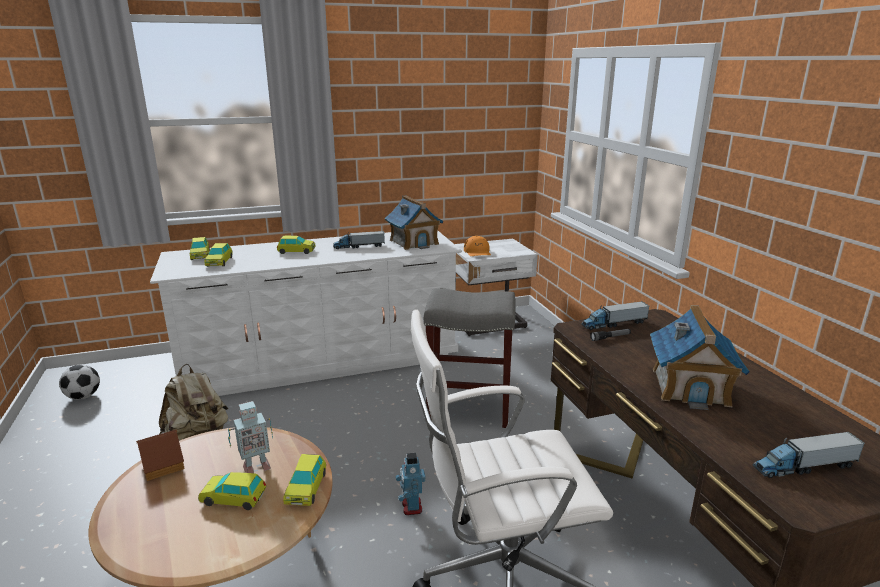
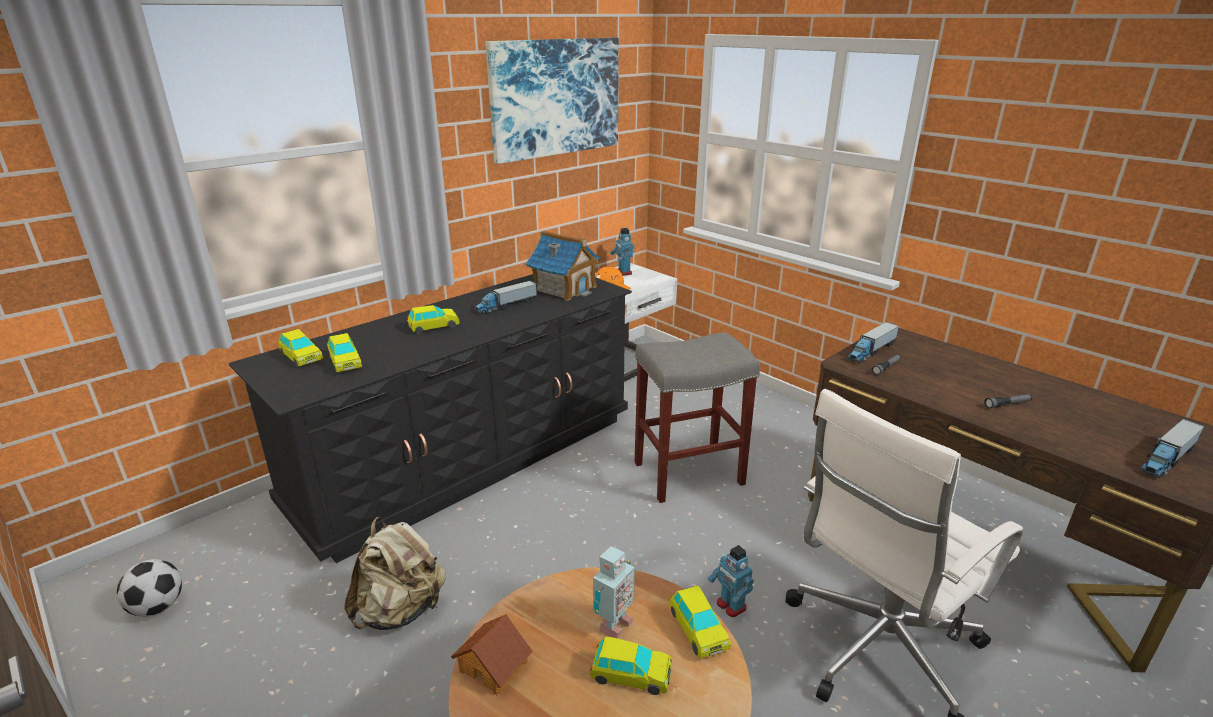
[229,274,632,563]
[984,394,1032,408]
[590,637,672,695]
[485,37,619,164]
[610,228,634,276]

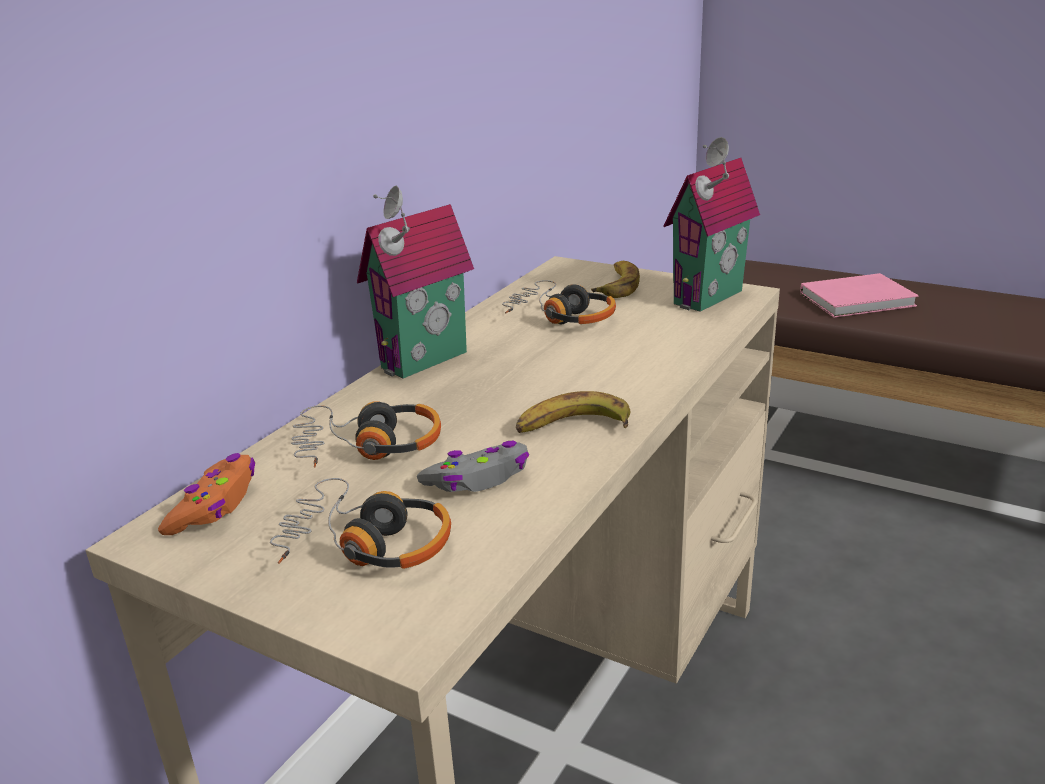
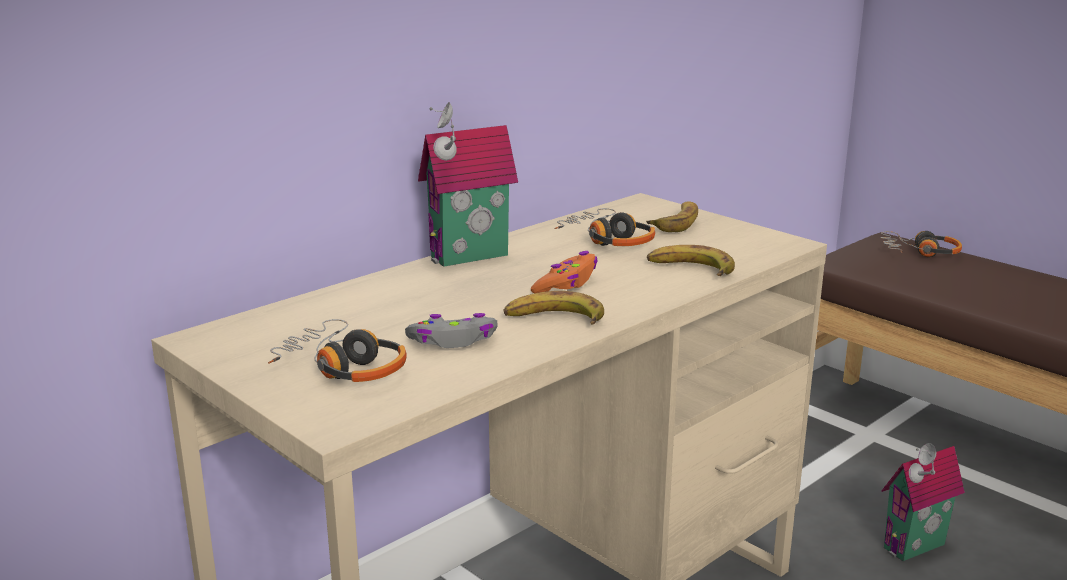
[882,443,965,561]
[800,273,919,317] (first image)
[880,231,962,257]
[531,251,598,293]
[647,245,735,276]

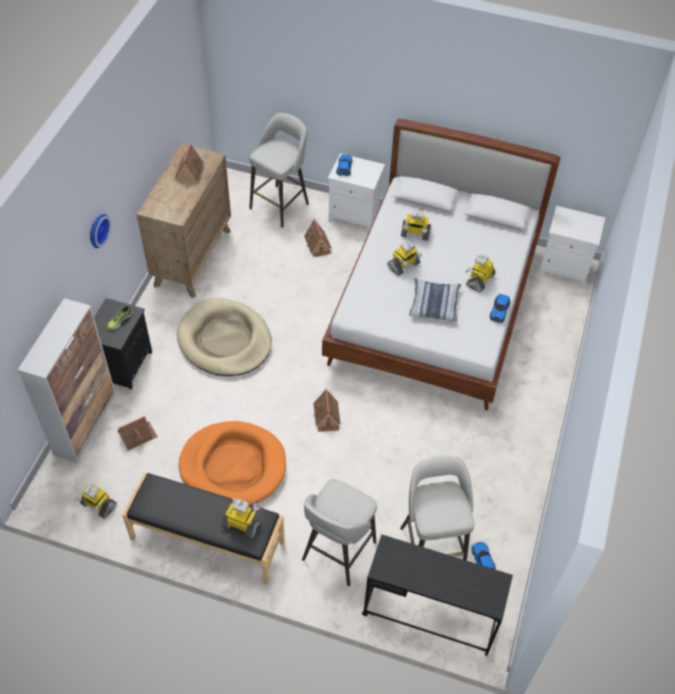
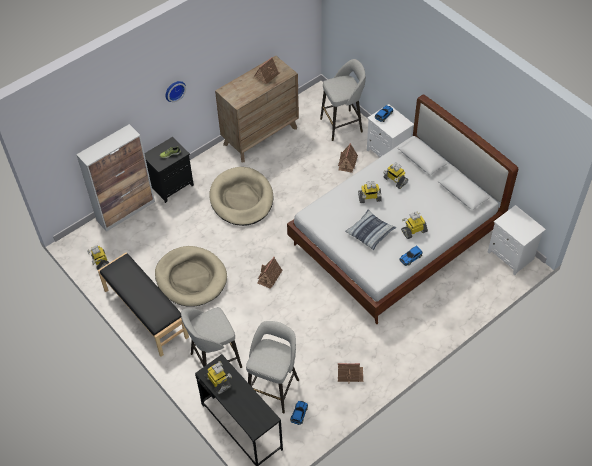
[338,363,363,384]
[155,246,227,307]
[204,361,232,394]

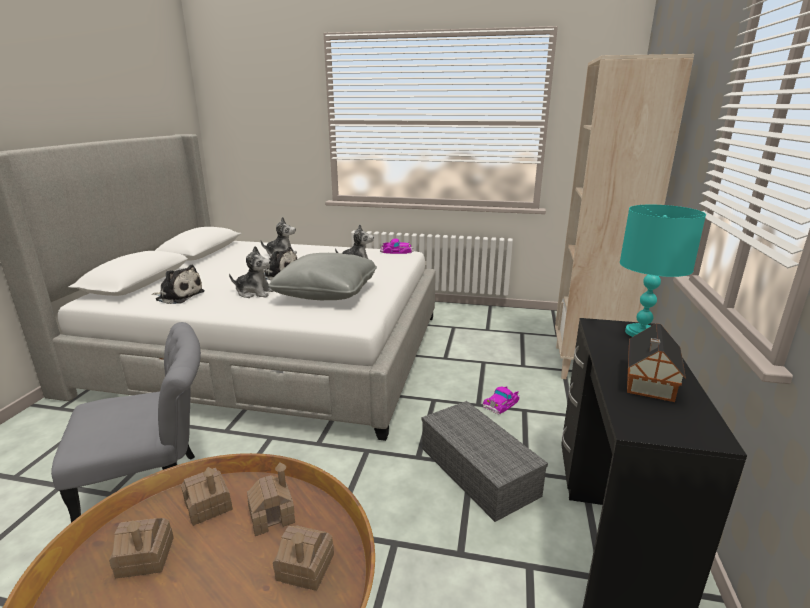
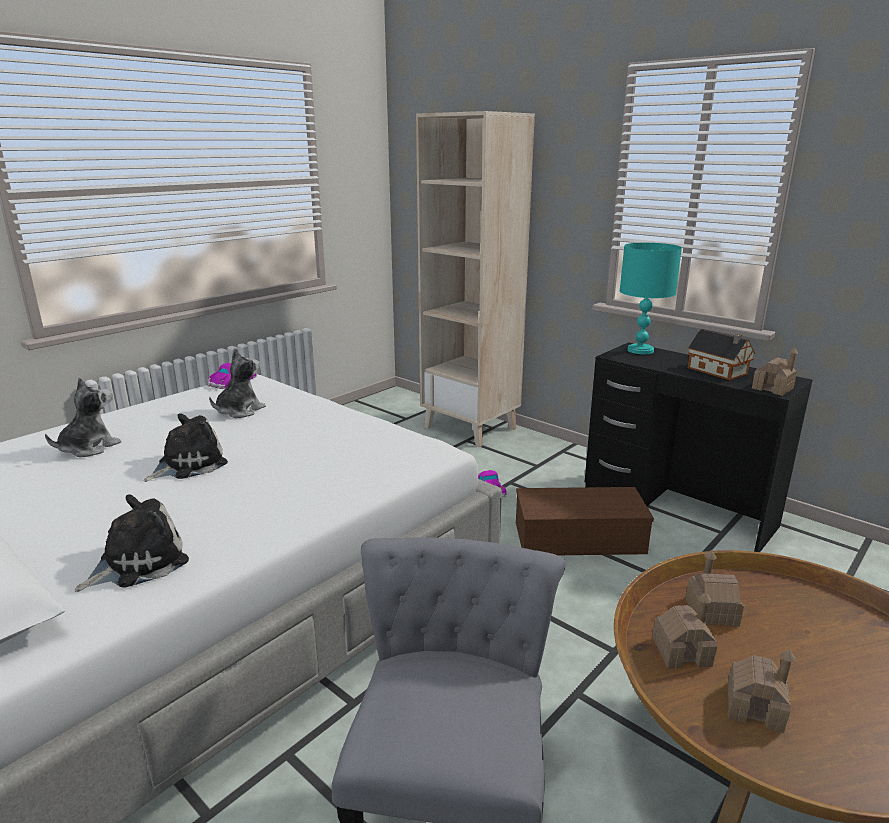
[229,246,273,298] (first image)
[268,253,377,300] (first image)
[516,487,654,555]
[752,347,798,396]

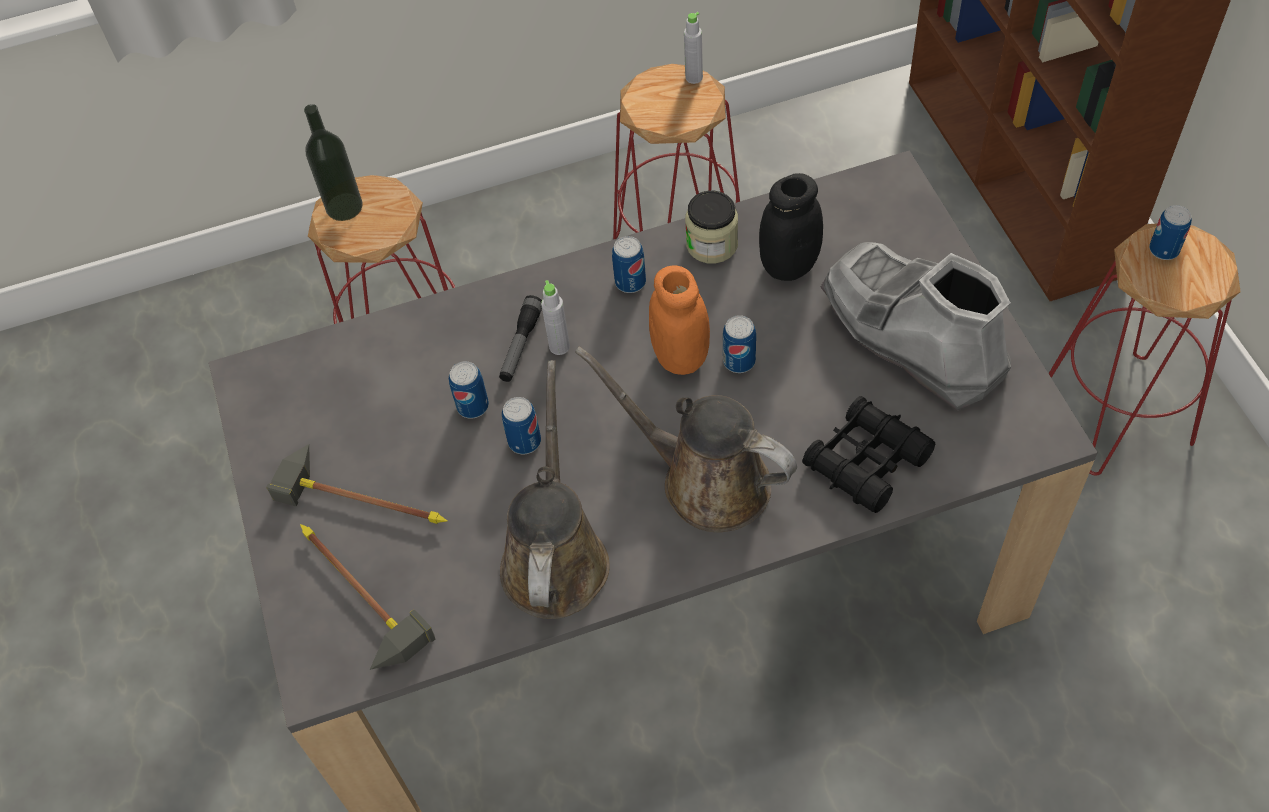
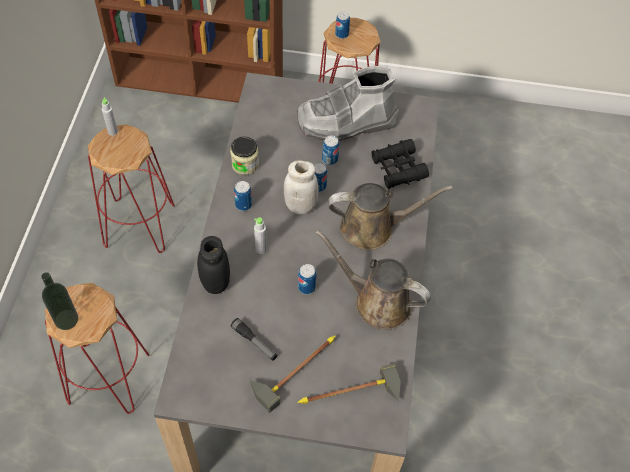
[197,236,230,294]
[284,160,318,214]
[231,318,277,361]
[328,183,453,250]
[322,135,339,165]

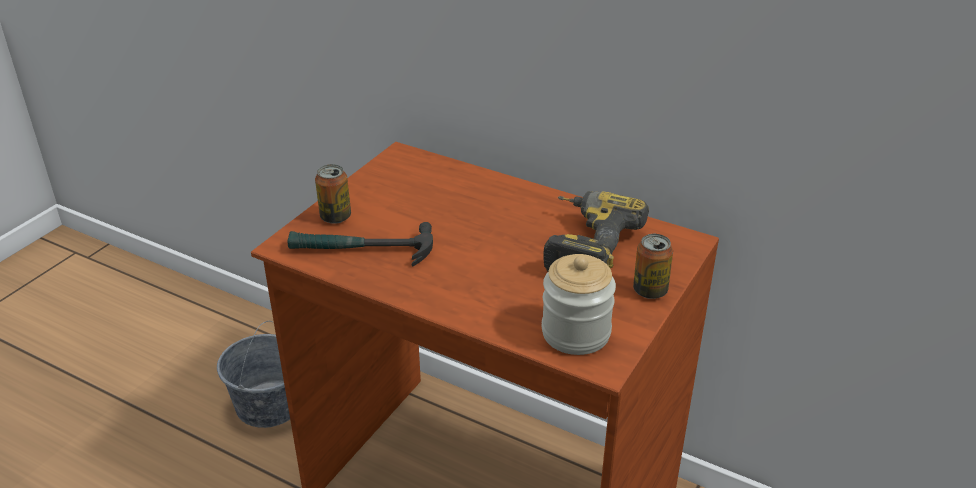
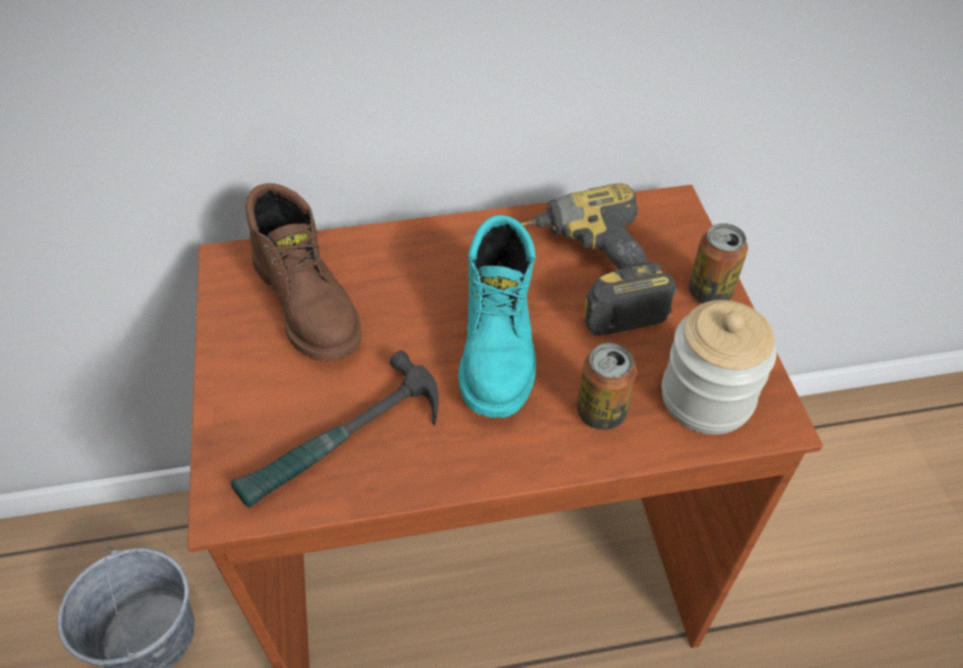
[577,343,637,430]
[245,183,361,362]
[458,215,536,418]

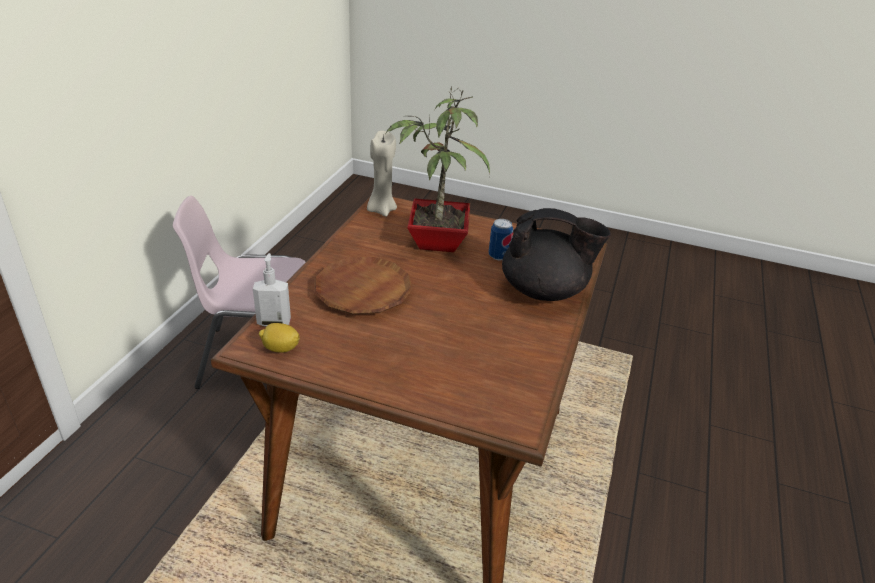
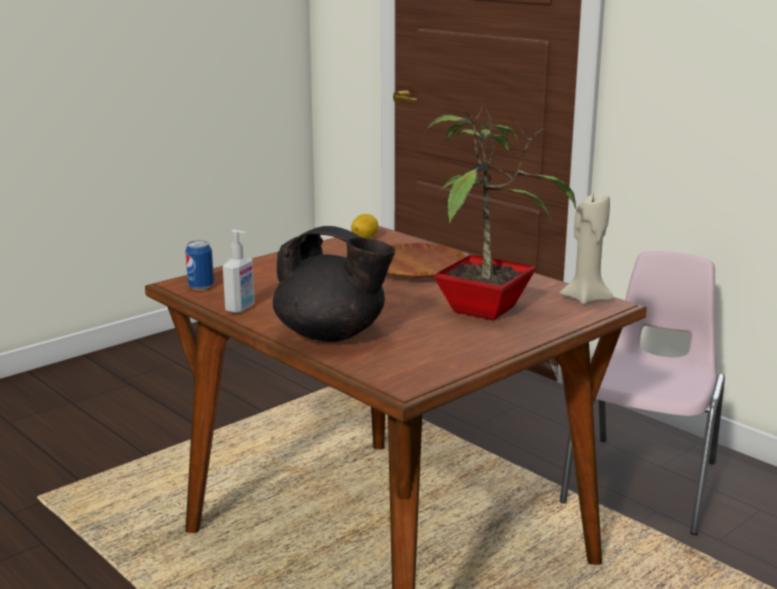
[273,226,396,342]
[185,240,214,290]
[223,230,255,313]

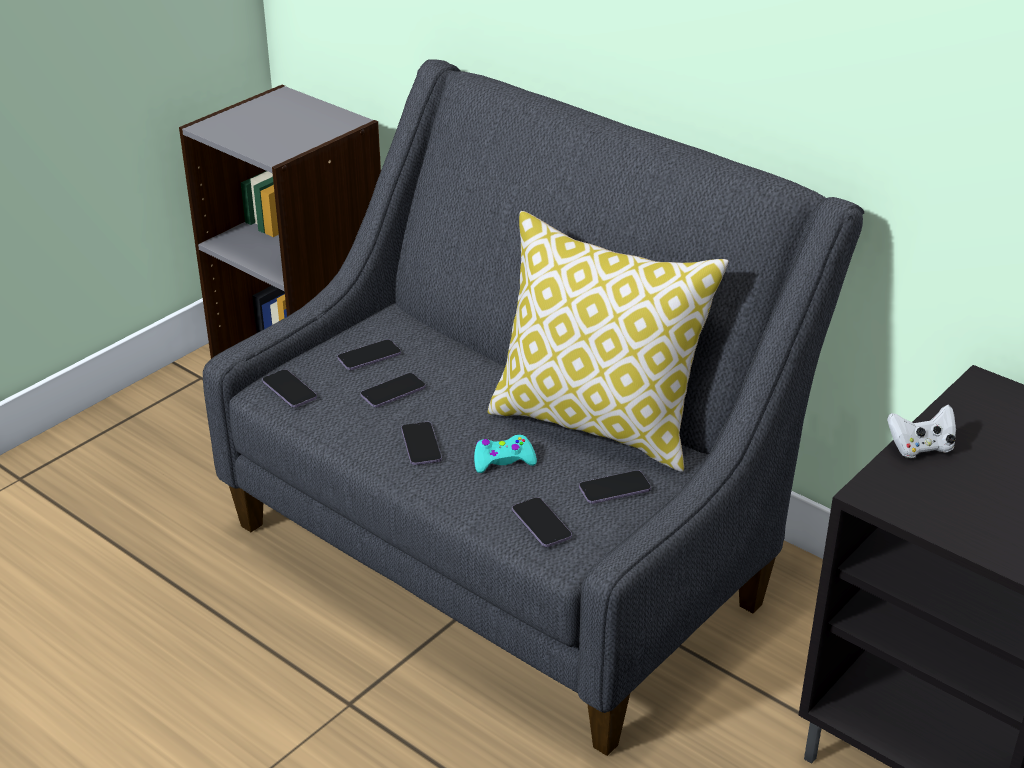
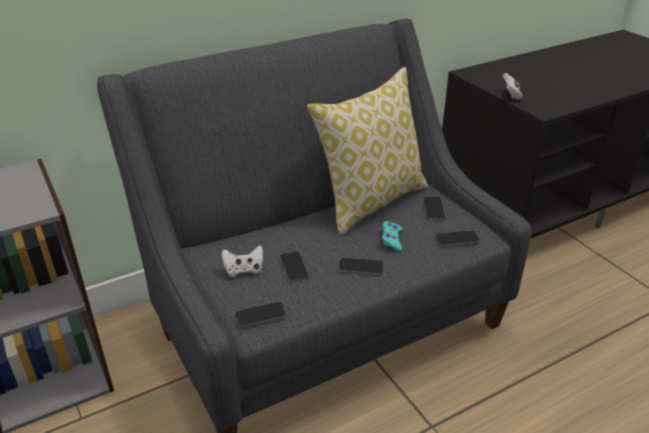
[222,245,263,277]

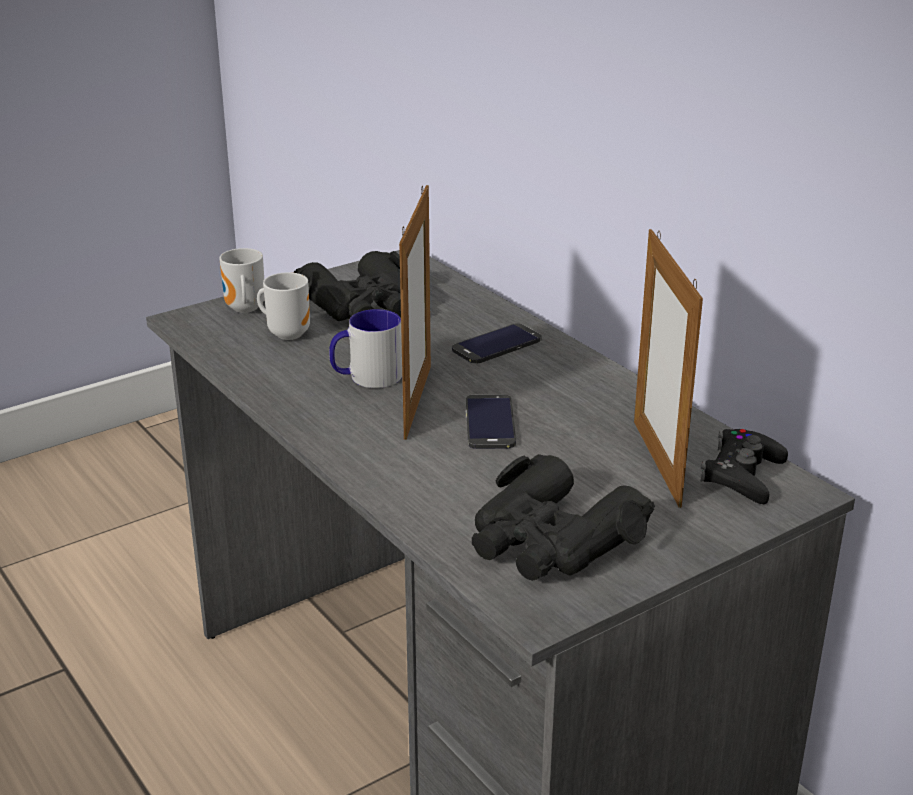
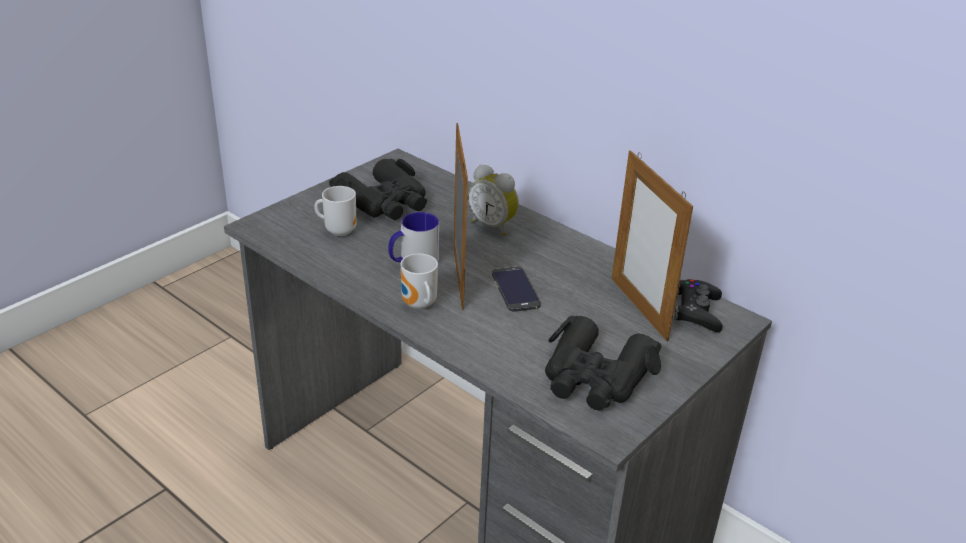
[401,253,438,309]
[468,164,519,236]

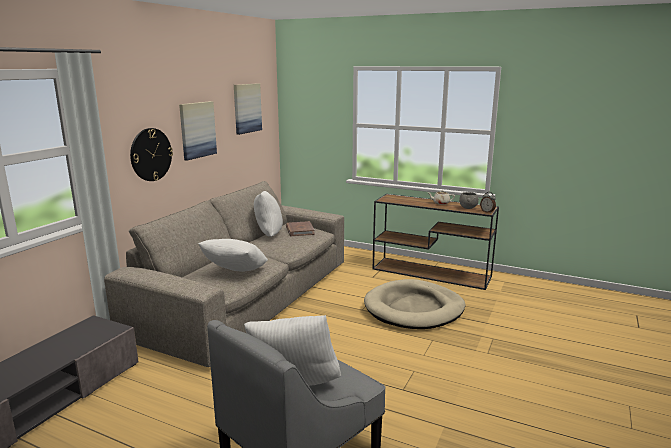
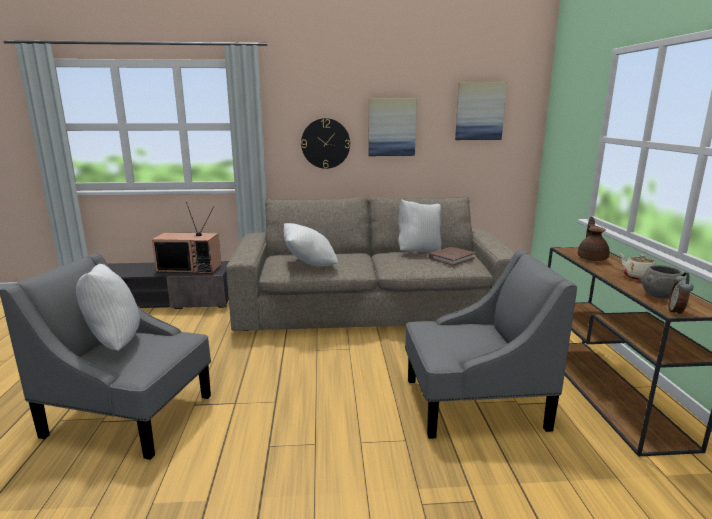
[405,250,577,439]
[152,202,221,274]
[578,217,610,261]

